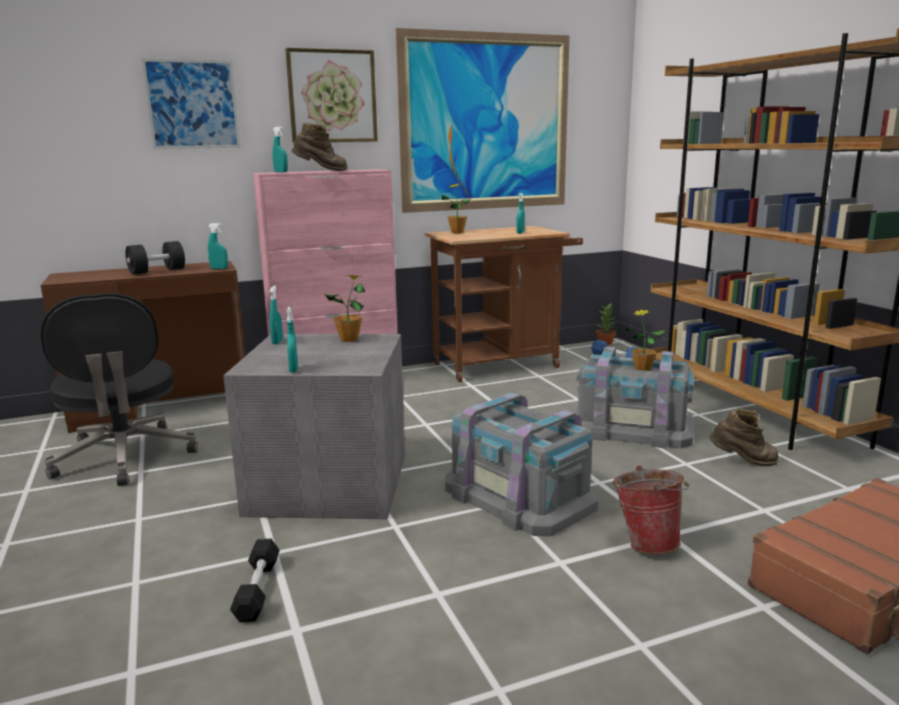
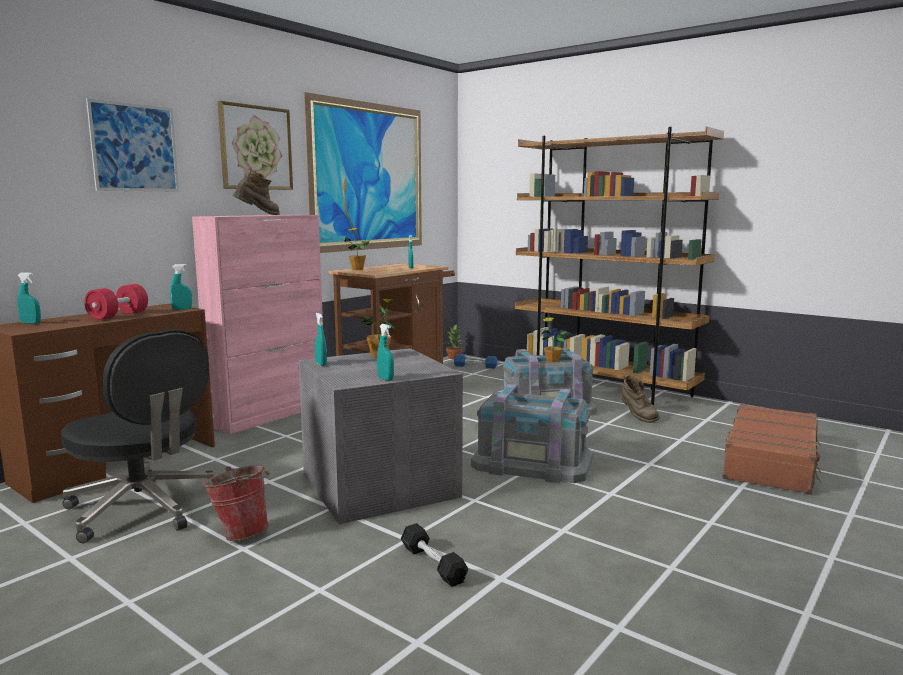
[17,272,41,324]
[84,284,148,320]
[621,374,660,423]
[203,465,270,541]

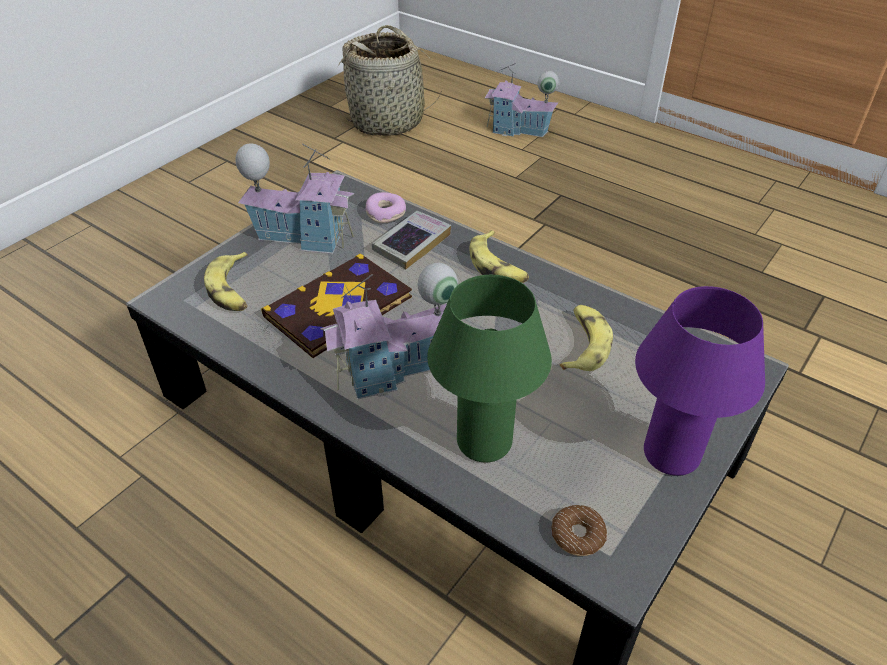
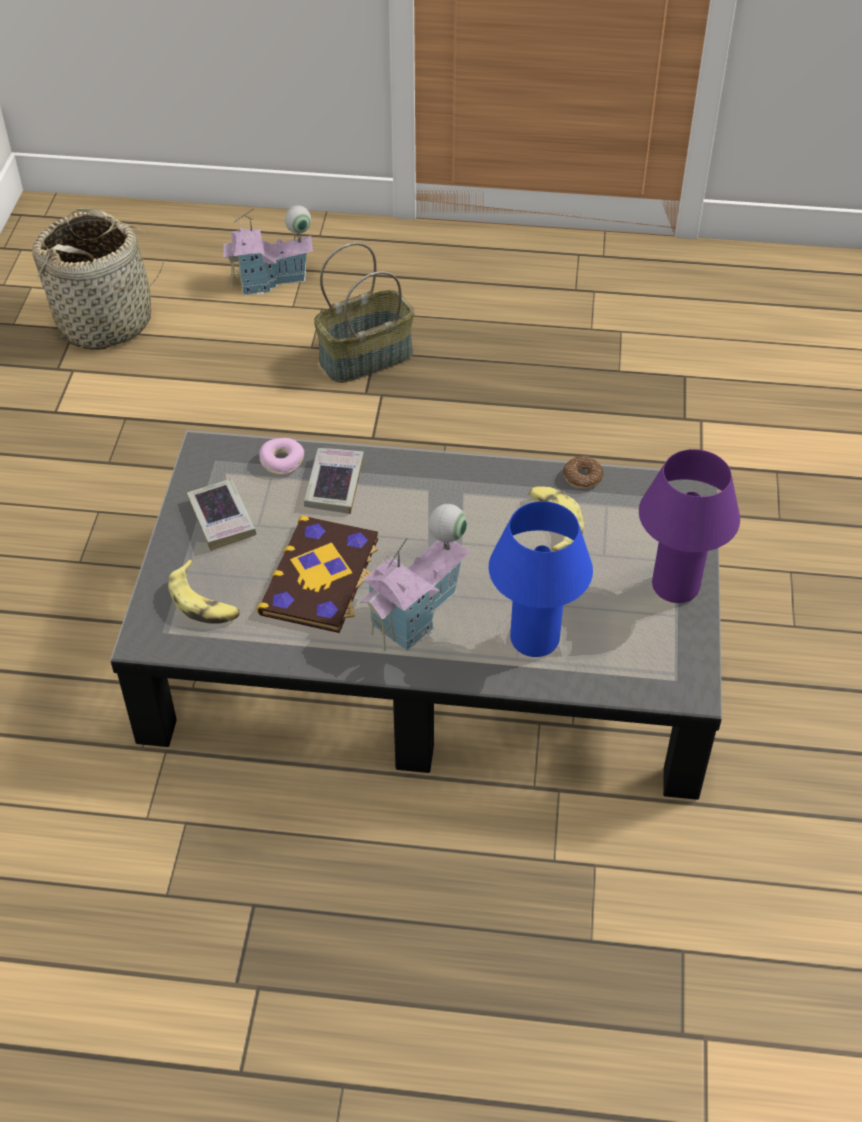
[187,479,256,551]
[469,230,529,283] (first image)
[489,501,593,657]
[563,456,603,489]
[314,242,415,383]

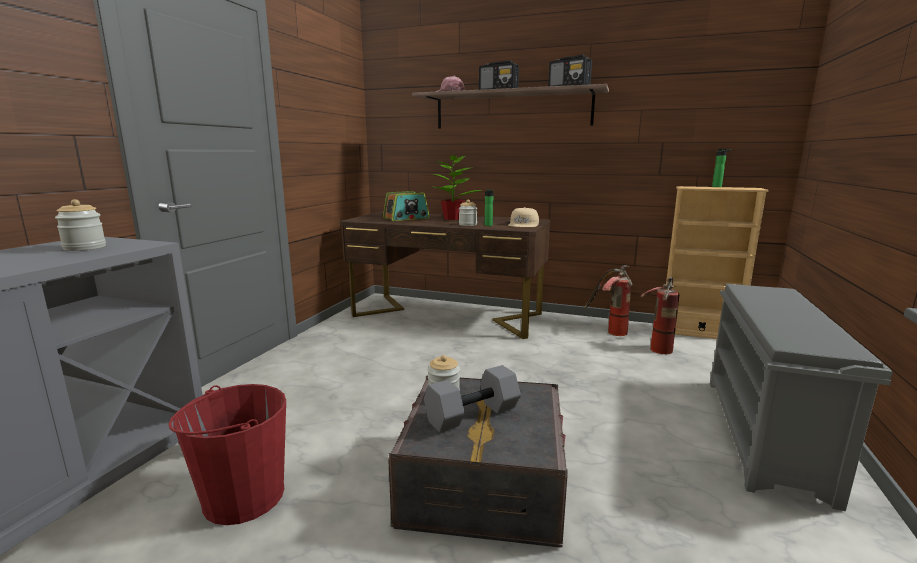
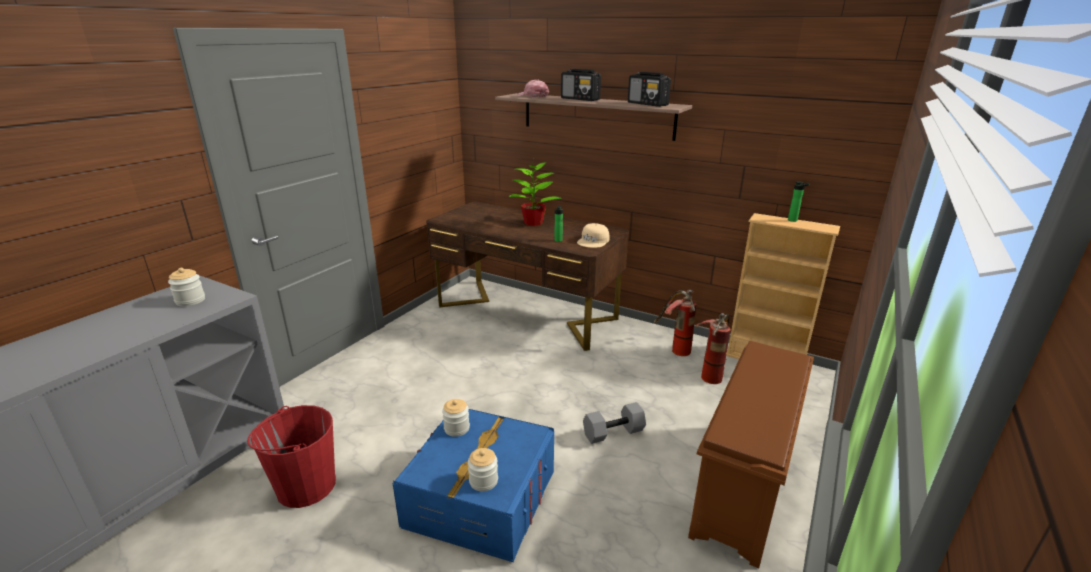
[383,191,430,221] (first image)
[468,448,498,492]
[688,341,814,568]
[583,402,646,444]
[393,409,554,562]

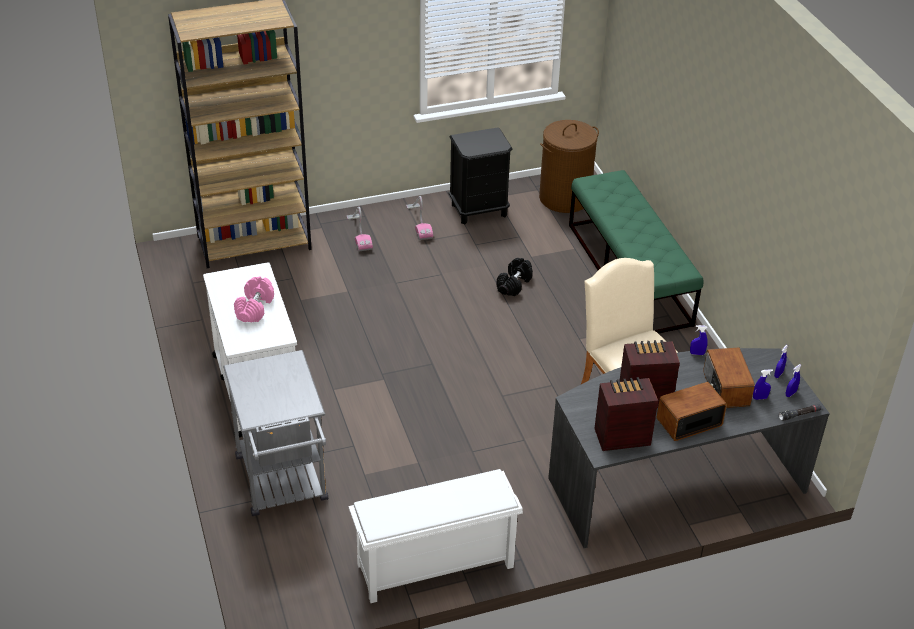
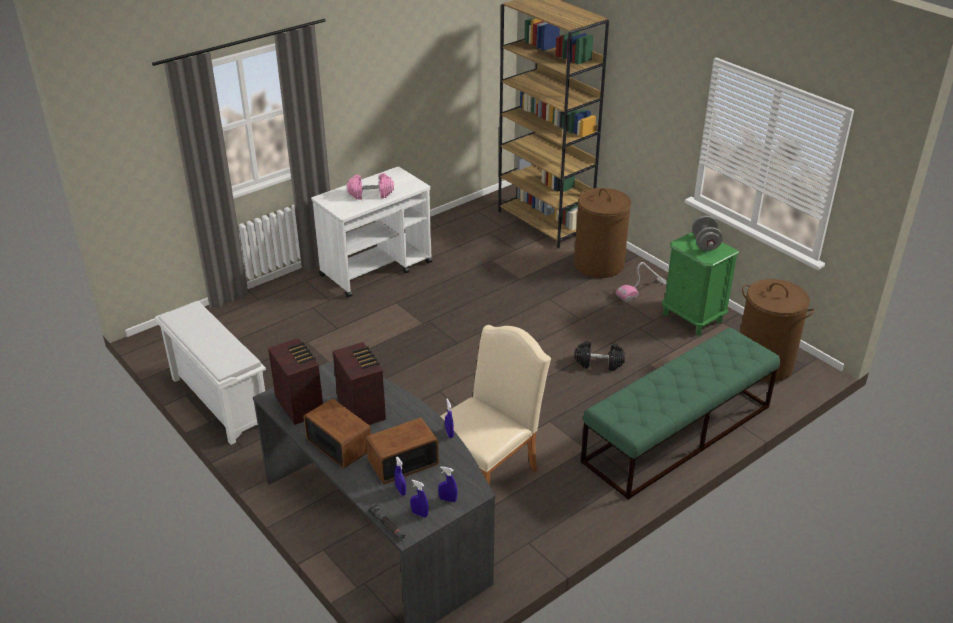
[662,232,739,335]
[574,188,631,278]
[223,350,328,516] (first image)
[692,216,723,251]

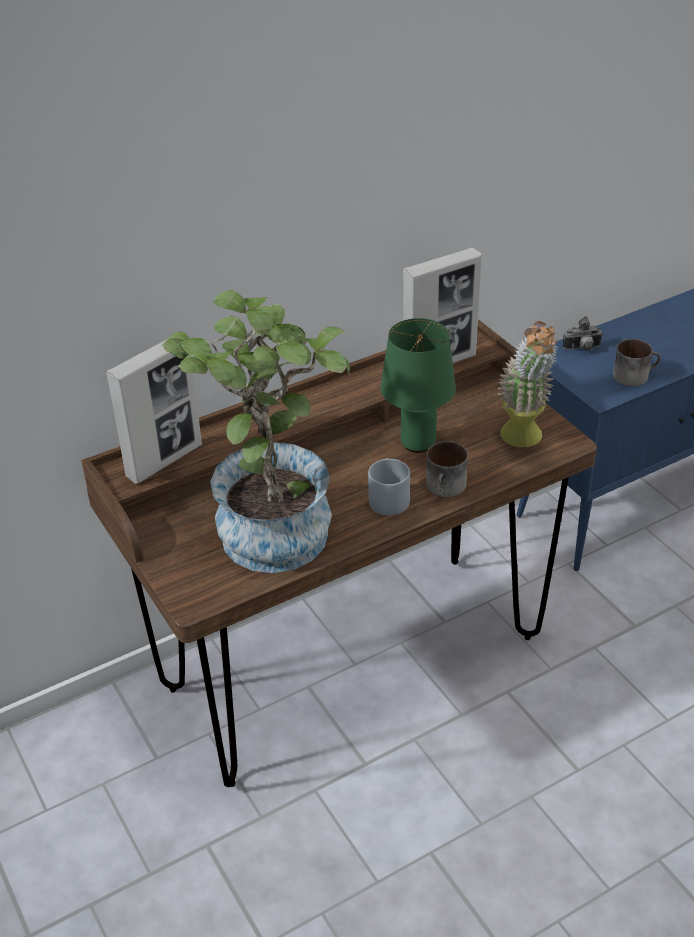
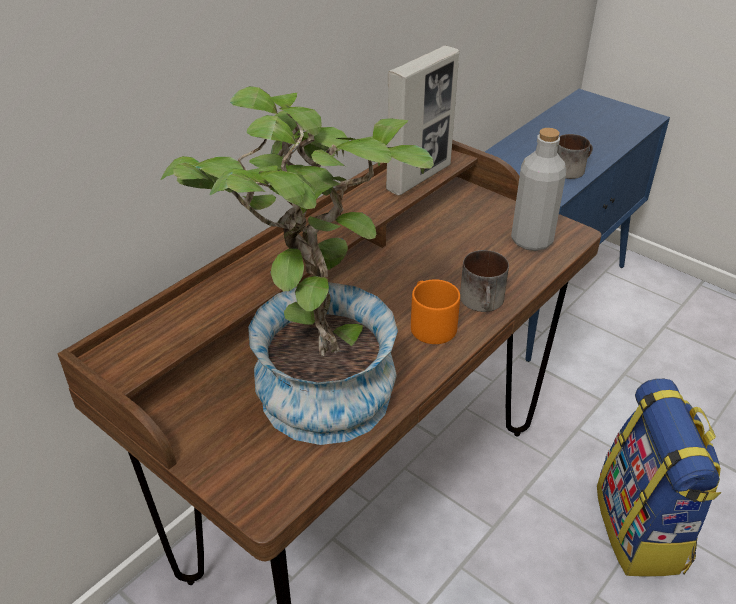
[563,316,603,351] (first image)
[381,318,456,453] (first image)
[511,128,566,251]
[106,340,202,484] (first image)
[411,279,460,344]
[597,379,721,577]

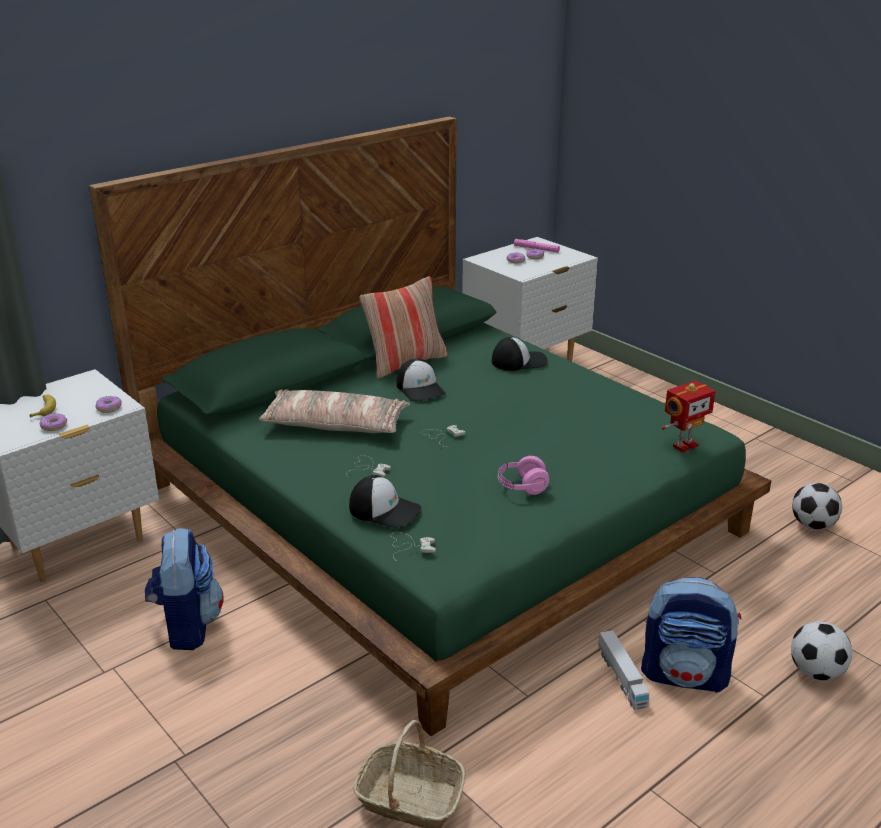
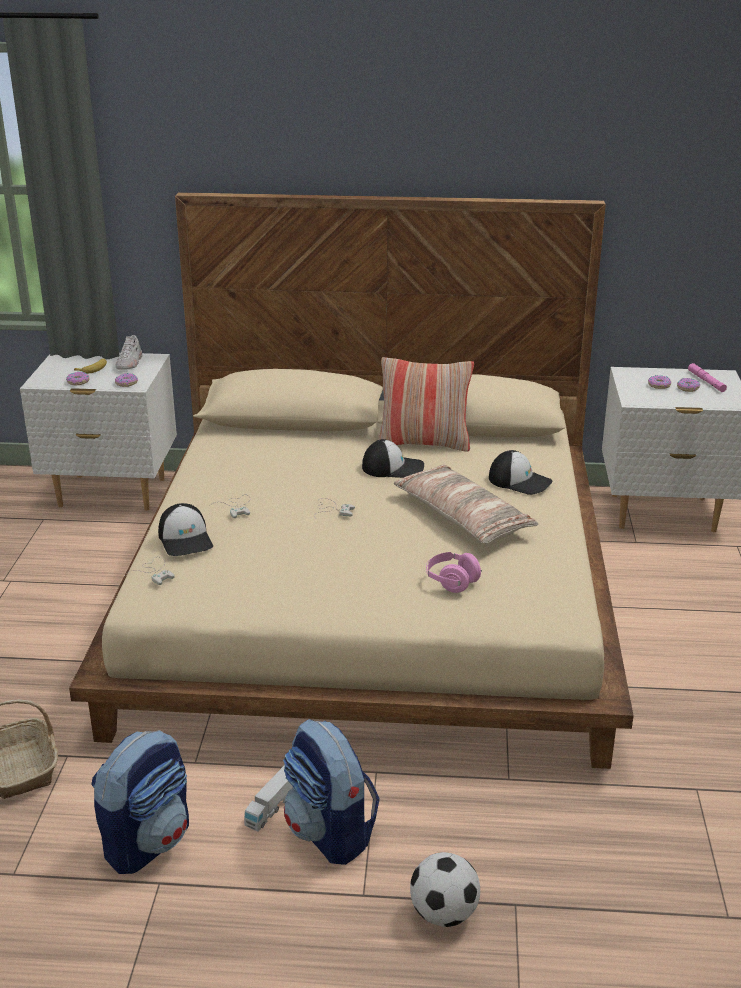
[69,192,634,769]
[362,439,424,478]
[662,381,716,452] (first image)
[394,464,538,543]
[426,552,482,593]
[792,483,842,530] (first image)
[91,730,189,874]
[115,335,142,370]

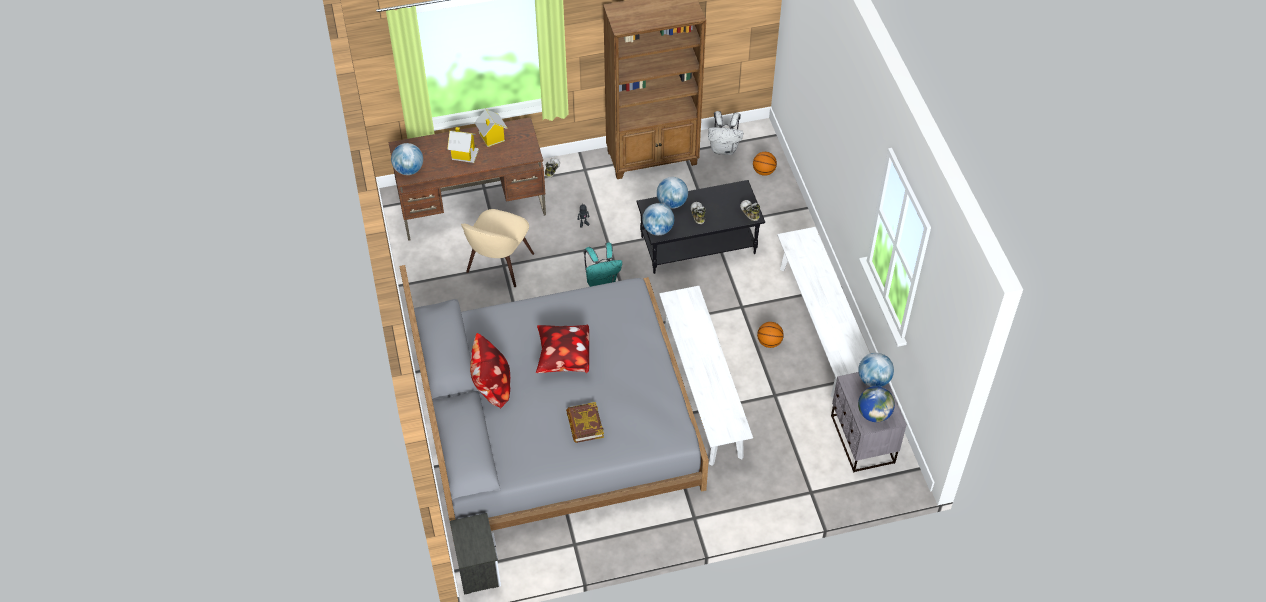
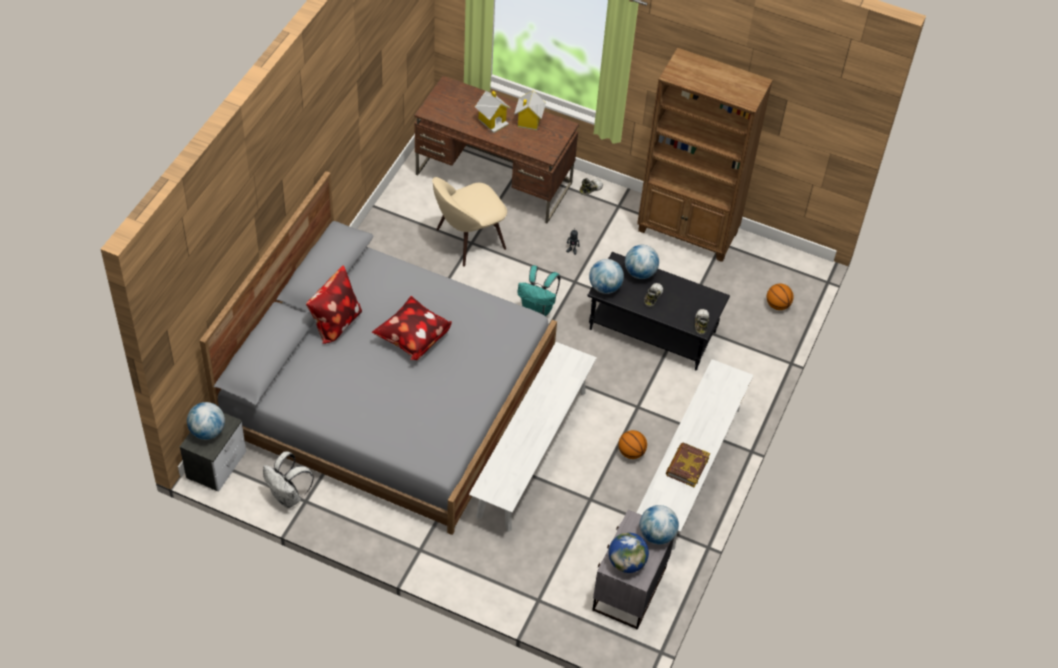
[263,452,314,508]
[187,402,225,440]
[666,443,710,488]

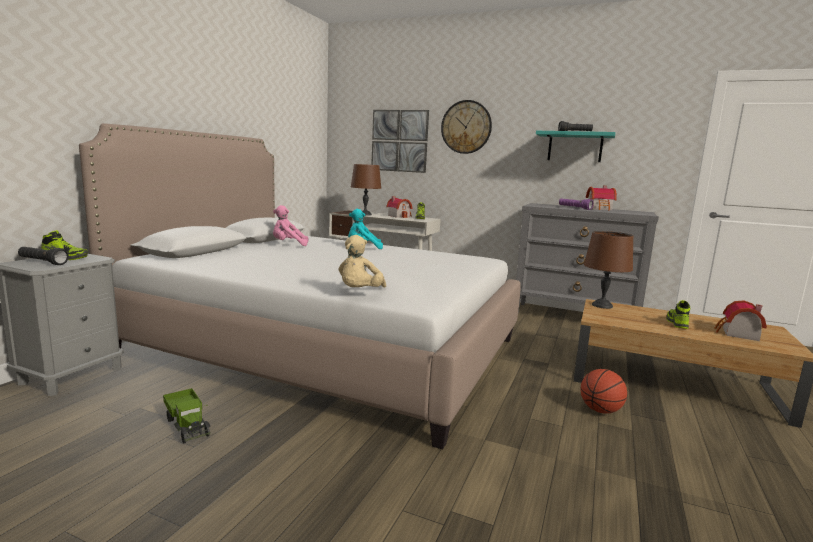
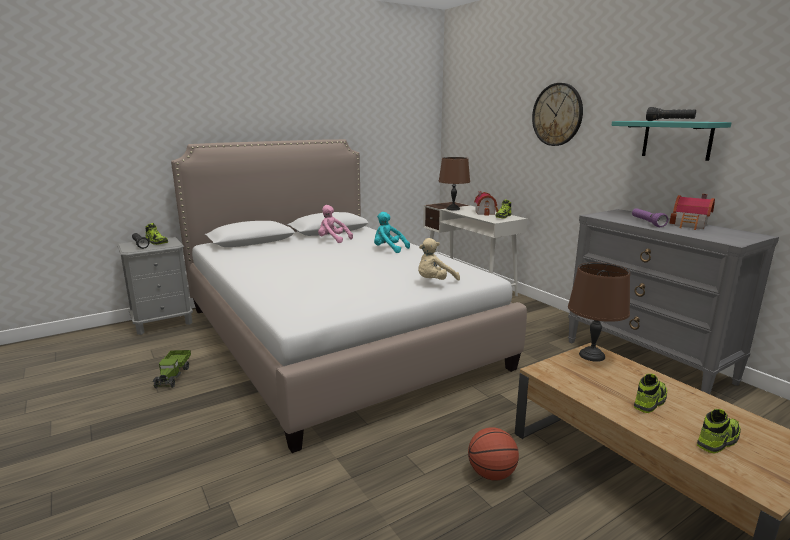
[371,110,429,173] (first image)
[418,238,460,281]
[697,409,741,454]

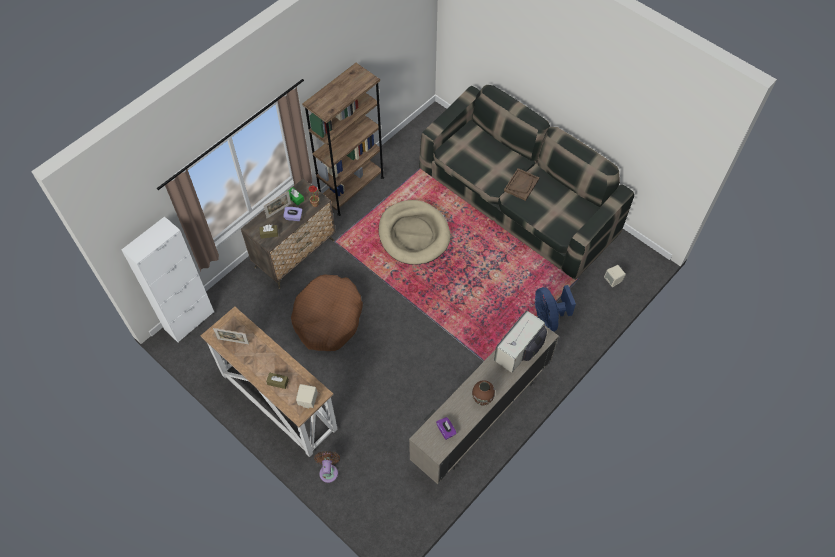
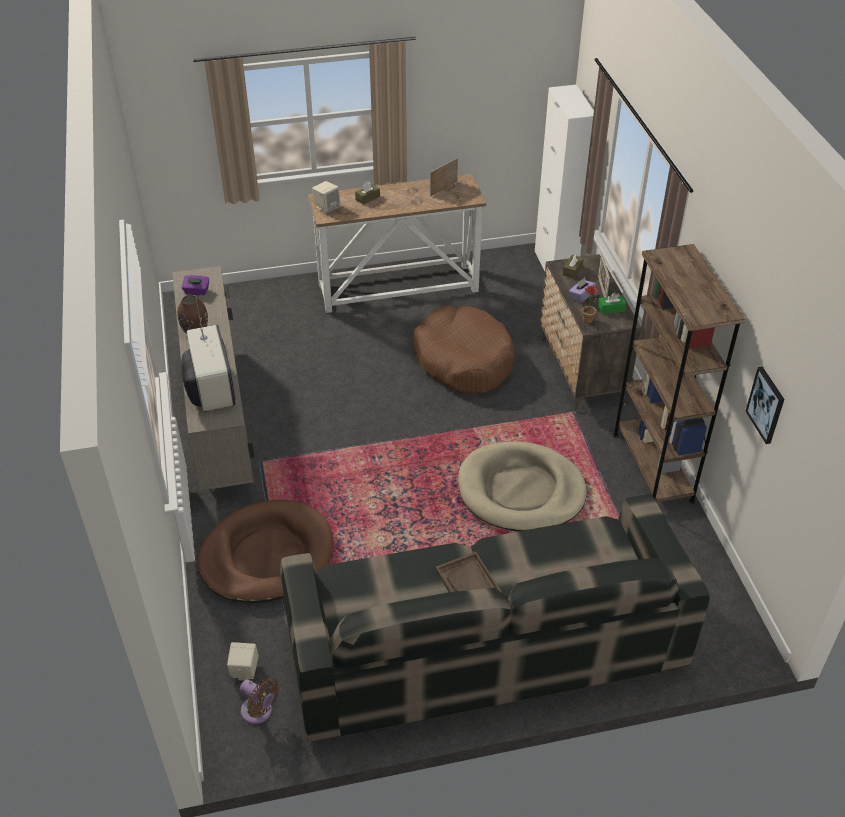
[198,500,333,603]
[240,677,279,724]
[746,366,784,444]

